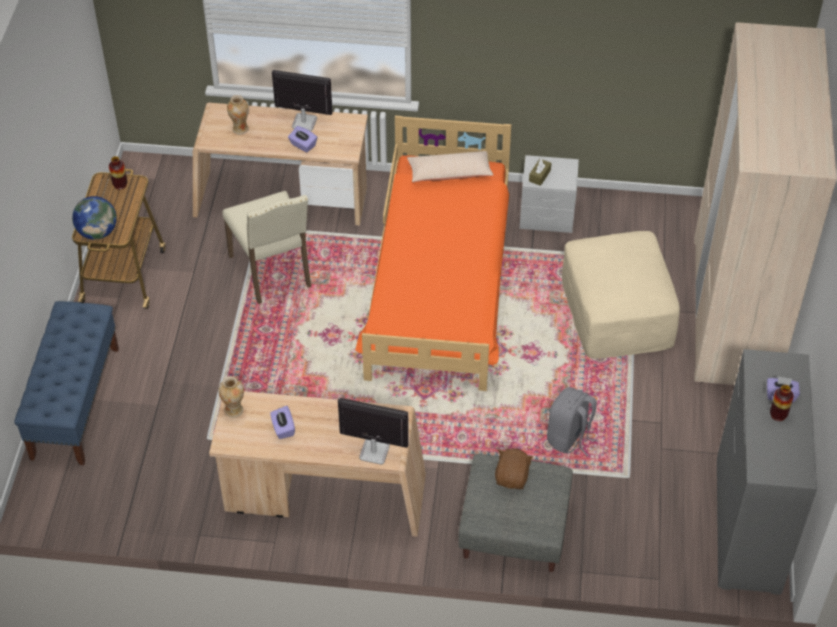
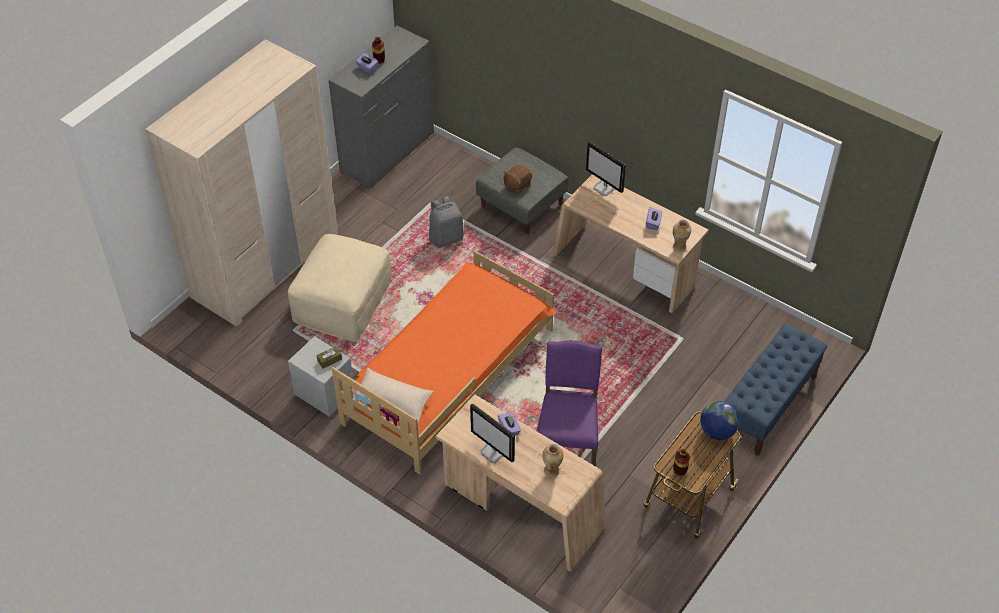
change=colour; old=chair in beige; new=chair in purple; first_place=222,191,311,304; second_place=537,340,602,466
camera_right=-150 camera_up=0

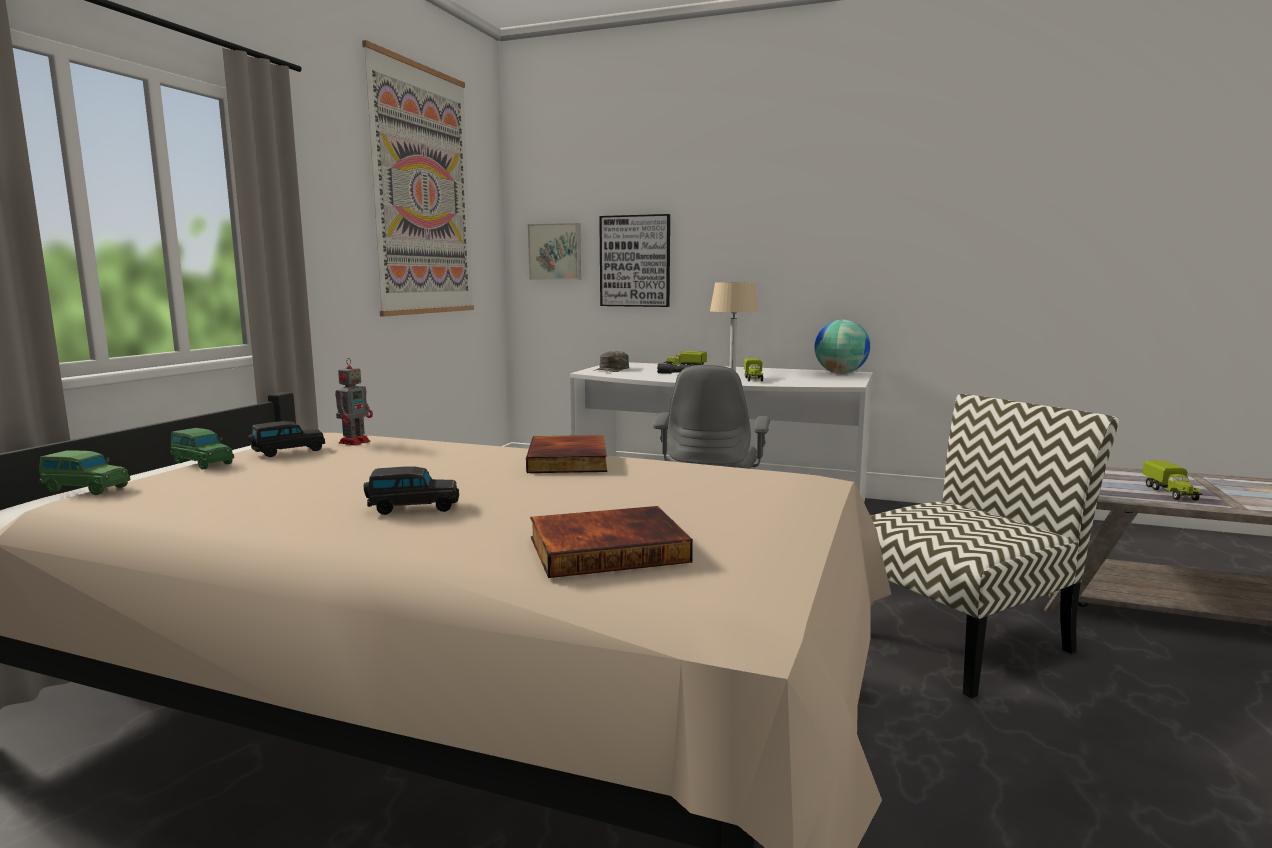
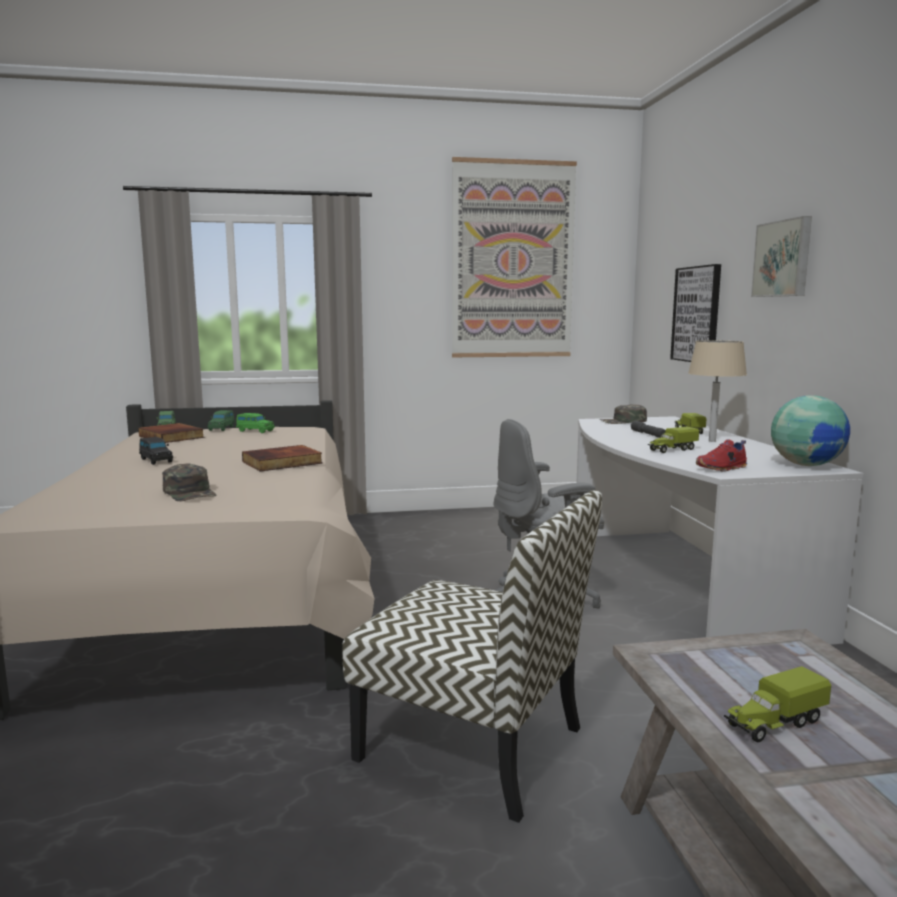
change=relocated; old=book; first_place=530,506,693,578; second_place=138,423,205,443
change=appeared; new=cap in green; second_place=162,463,216,501
change=colour; old=toy car in black; new=toy car in green; first_place=248,421,325,457; second_place=236,413,275,433
change=appeared; new=shoe in red; second_place=696,439,747,472
change=relocated; old=picture; first_place=528,223,581,280; second_place=751,216,812,297
change=missing; old=toy robot; first_place=335,358,373,445
camera_right=60 camera_up=0

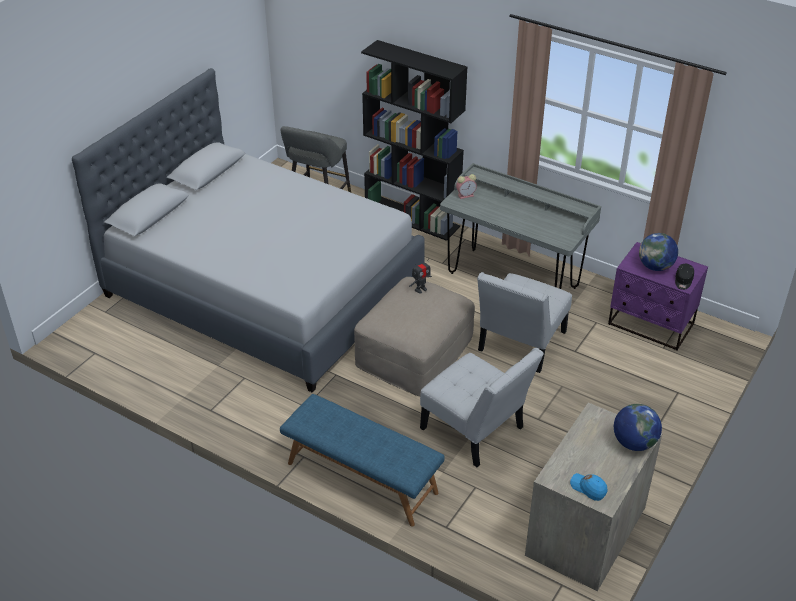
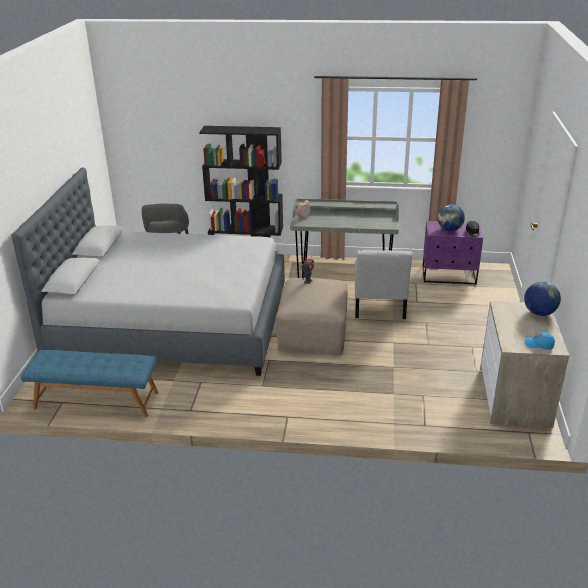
change=relocated; old=bench in blue; first_place=280,394,445,527; second_place=21,350,158,417
change=missing; old=chair in white; first_place=420,348,544,467
camera_right=-25 camera_up=-10

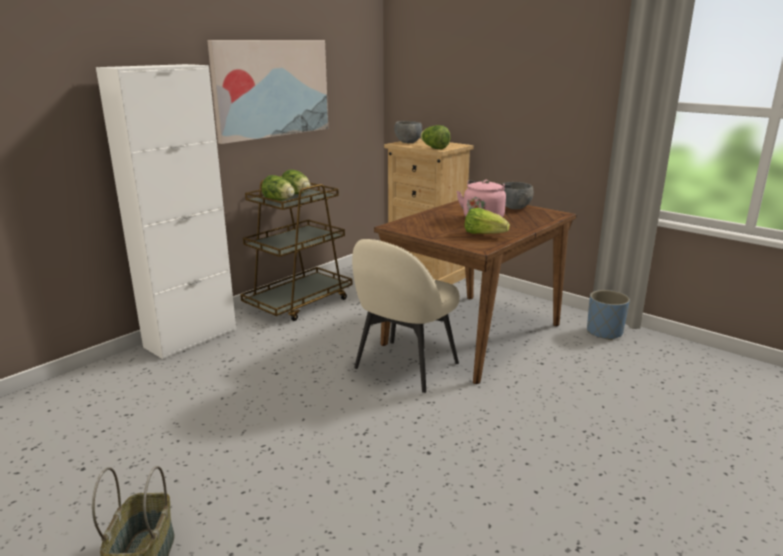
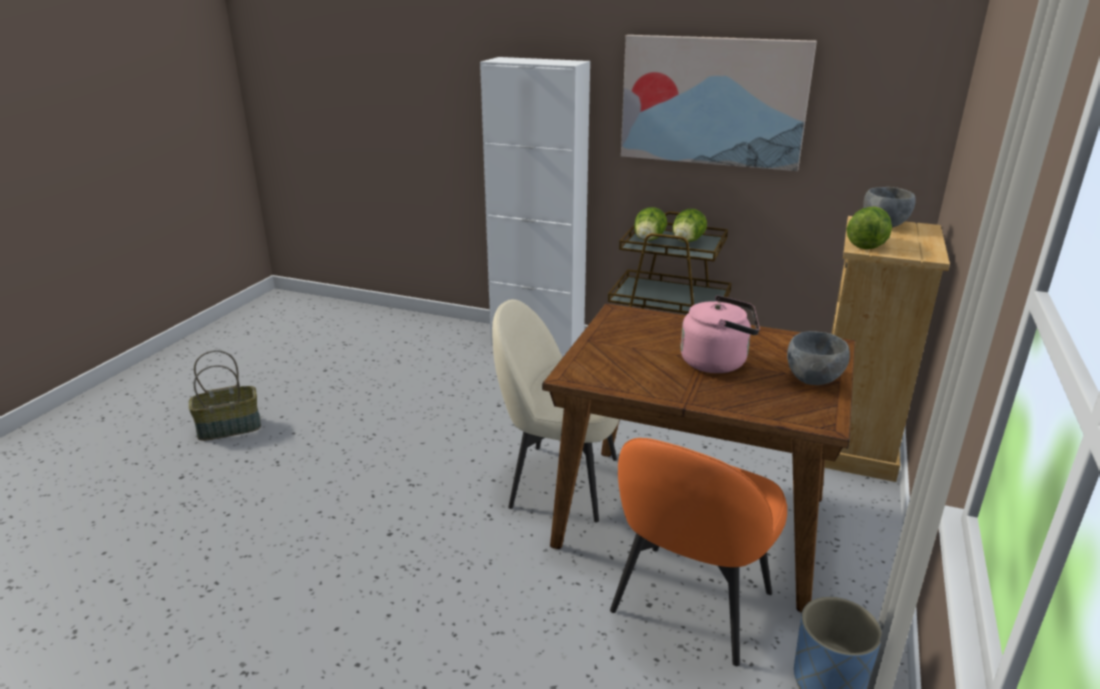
change=appeared; new=chair in orange; second_place=610,438,787,666
change=missing; old=lettuce; first_place=464,208,510,234
camera_right=70 camera_up=5

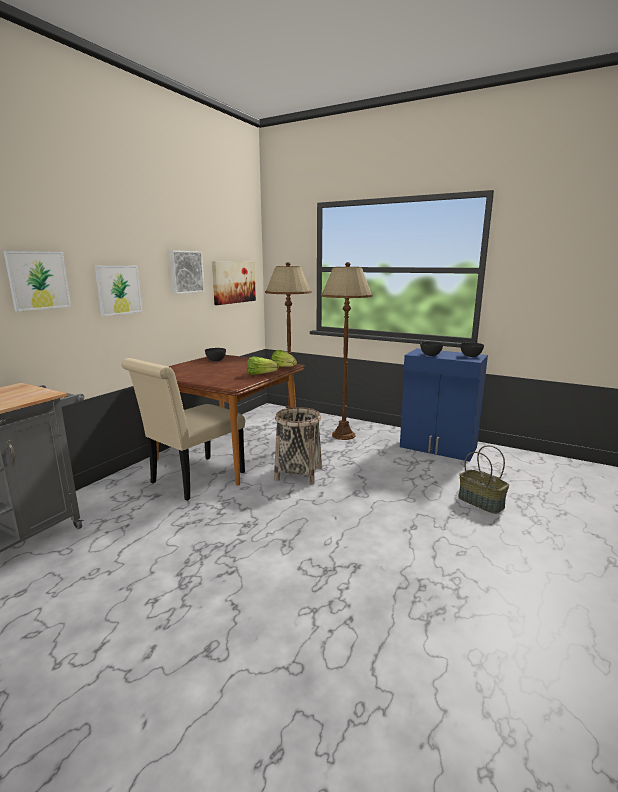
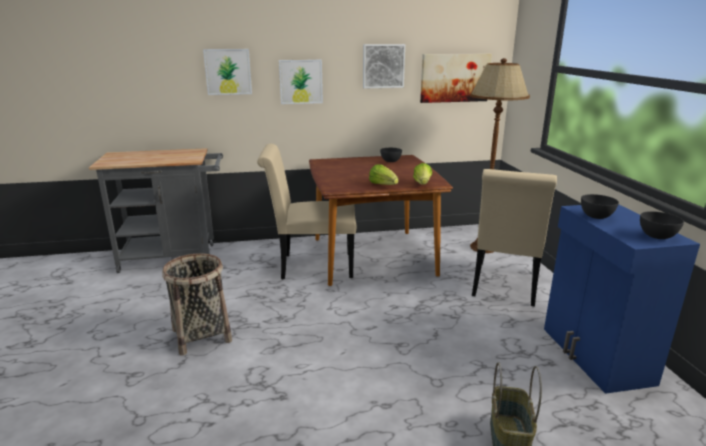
change=relocated; old=basket; first_place=274,407,322,485; second_place=162,253,232,355
change=exchanged; old=floor lamp in brown; new=chair in beige; first_place=321,262,373,440; second_place=472,169,557,307
camera_right=50 camera_up=5

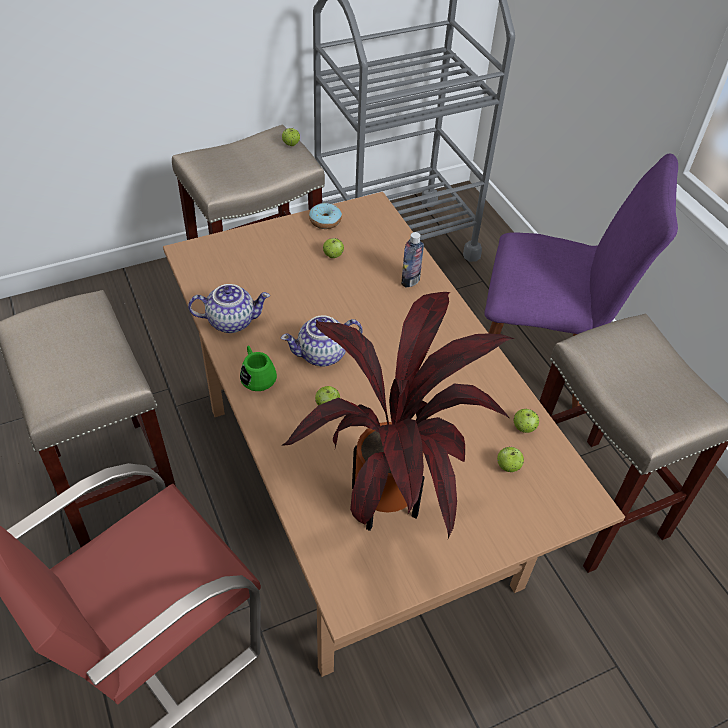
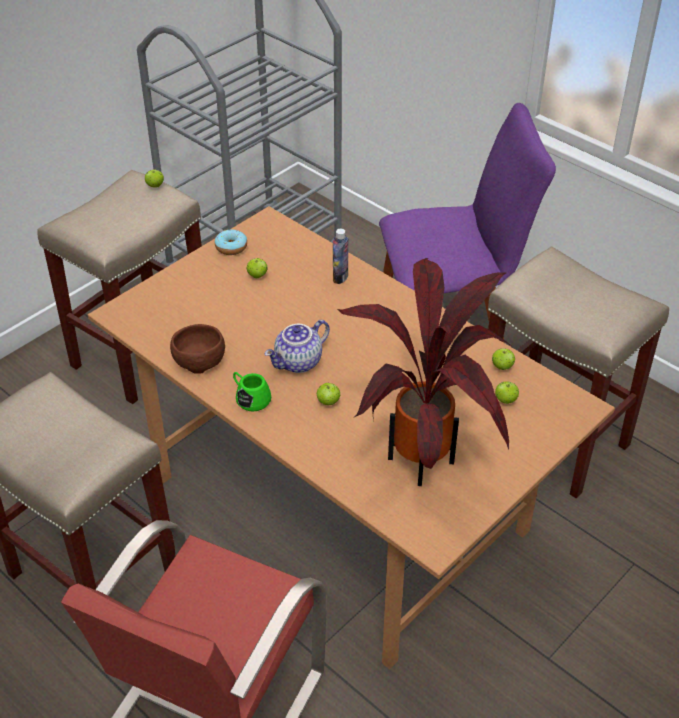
change=exchanged; old=teapot; new=bowl in brown; first_place=188,284,270,333; second_place=170,324,225,374
camera_right=-20 camera_up=-5

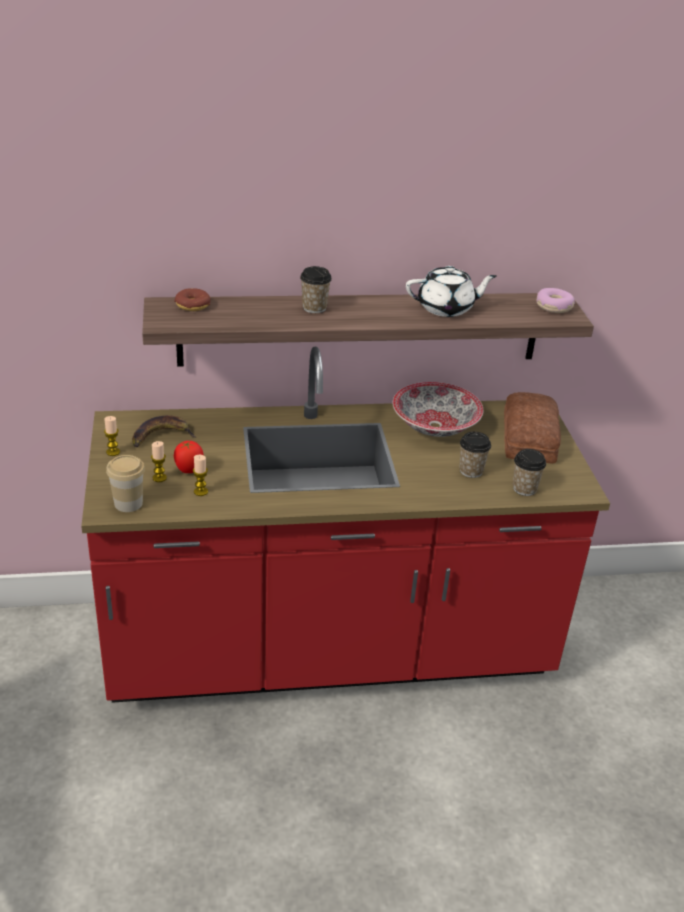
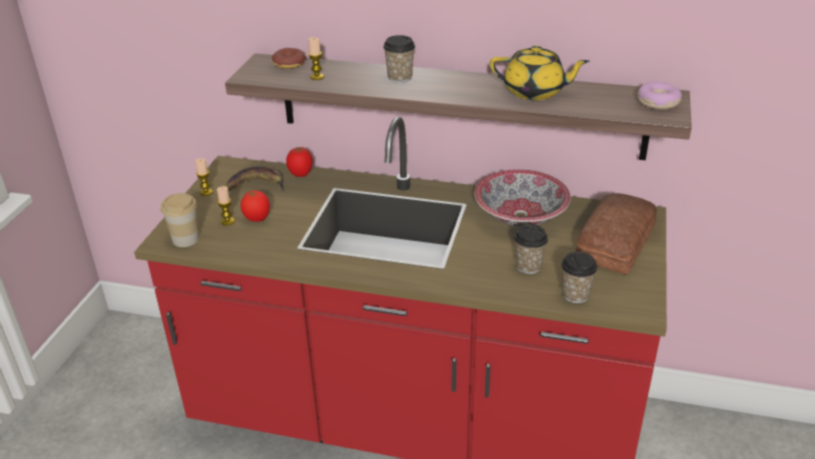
change=appeared; new=tomato; second_place=286,147,313,177
change=relocated; old=candle; first_place=193,455,208,496; second_place=308,37,324,80
change=colour; old=teapot in white; new=teapot in yellow; first_place=406,266,497,317; second_place=490,46,589,100
camera_right=25 camera_up=0

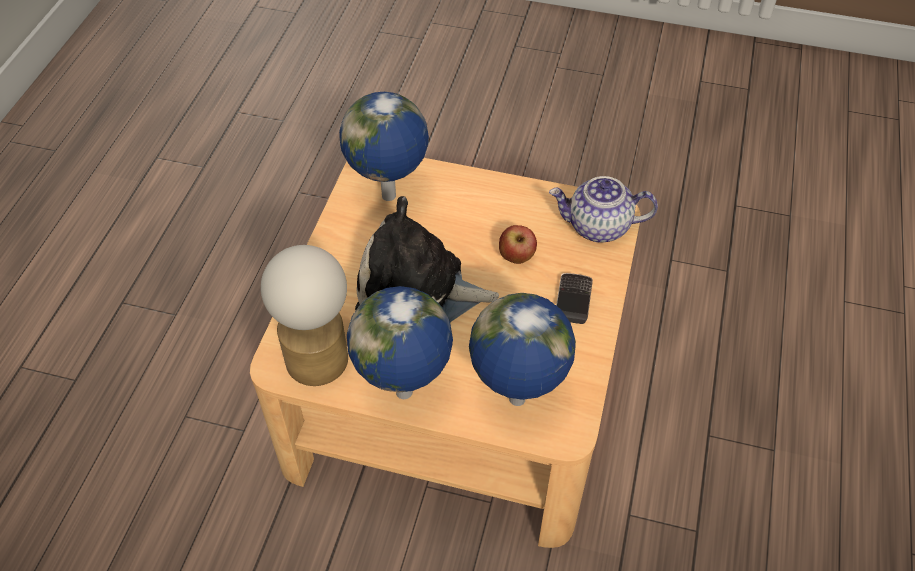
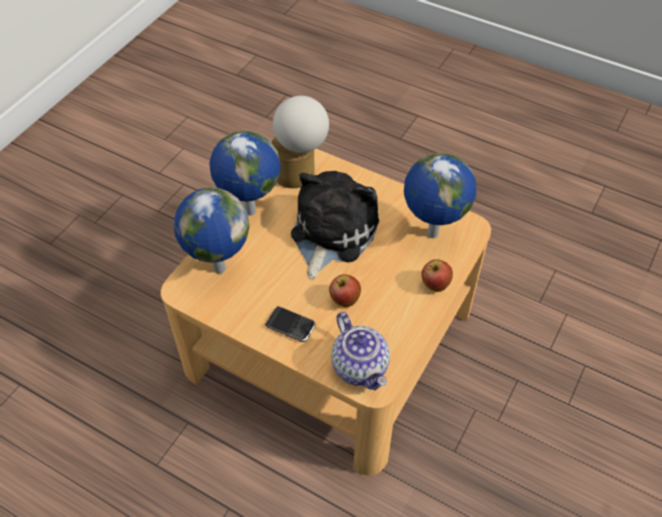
change=spun; old=teapot; first_place=549,176,658,243; second_place=331,312,390,390; degrees=135
change=appeared; new=apple; second_place=421,259,453,292
camera_right=105 camera_up=0

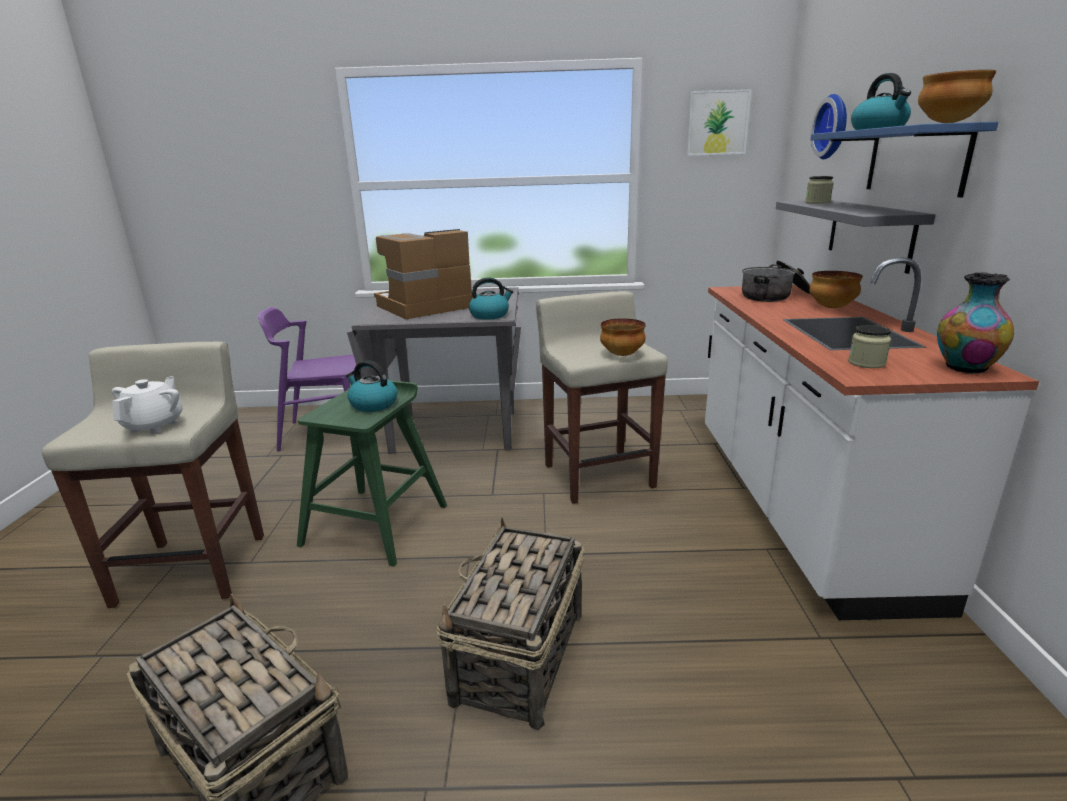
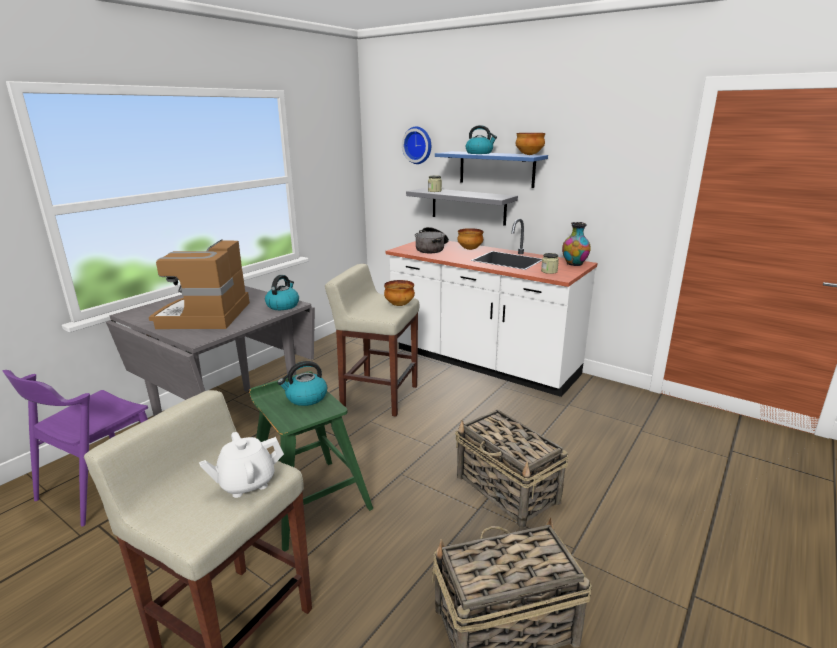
change=spun; old=teapot in white; first_place=112,377,183,434; second_place=199,432,284,498; degrees=-75
change=missing; old=picture; first_place=687,89,752,156
camera_right=-55 camera_up=0

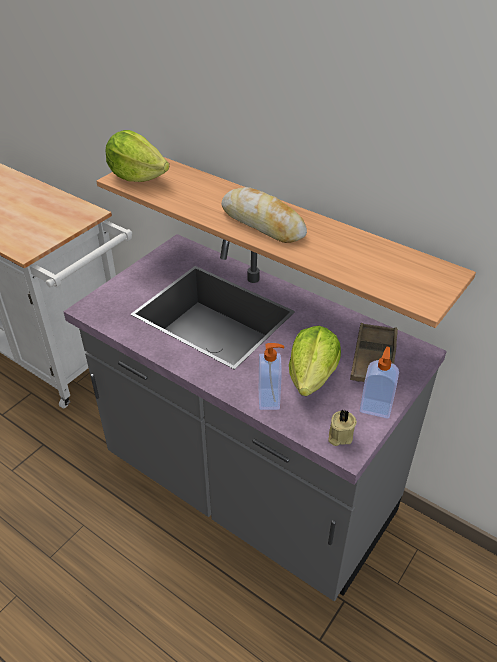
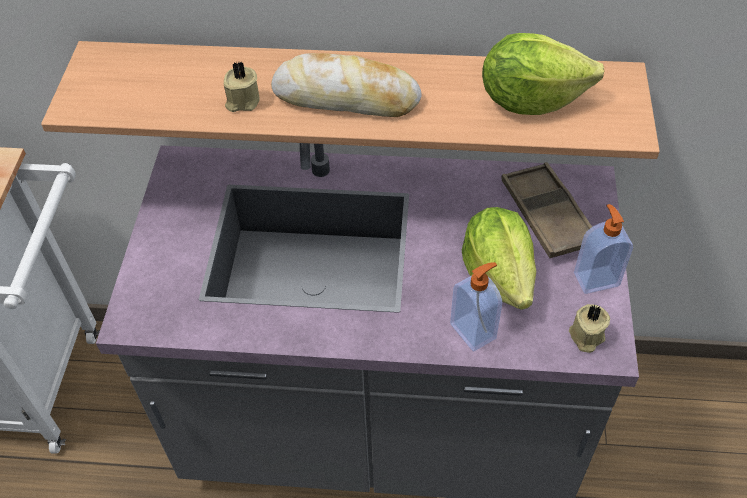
change=appeared; new=candle in beige; second_place=224,61,260,112
change=relocated; old=lettuce; first_place=105,130,169,182; second_place=482,33,604,115
camera_right=-30 camera_up=10

